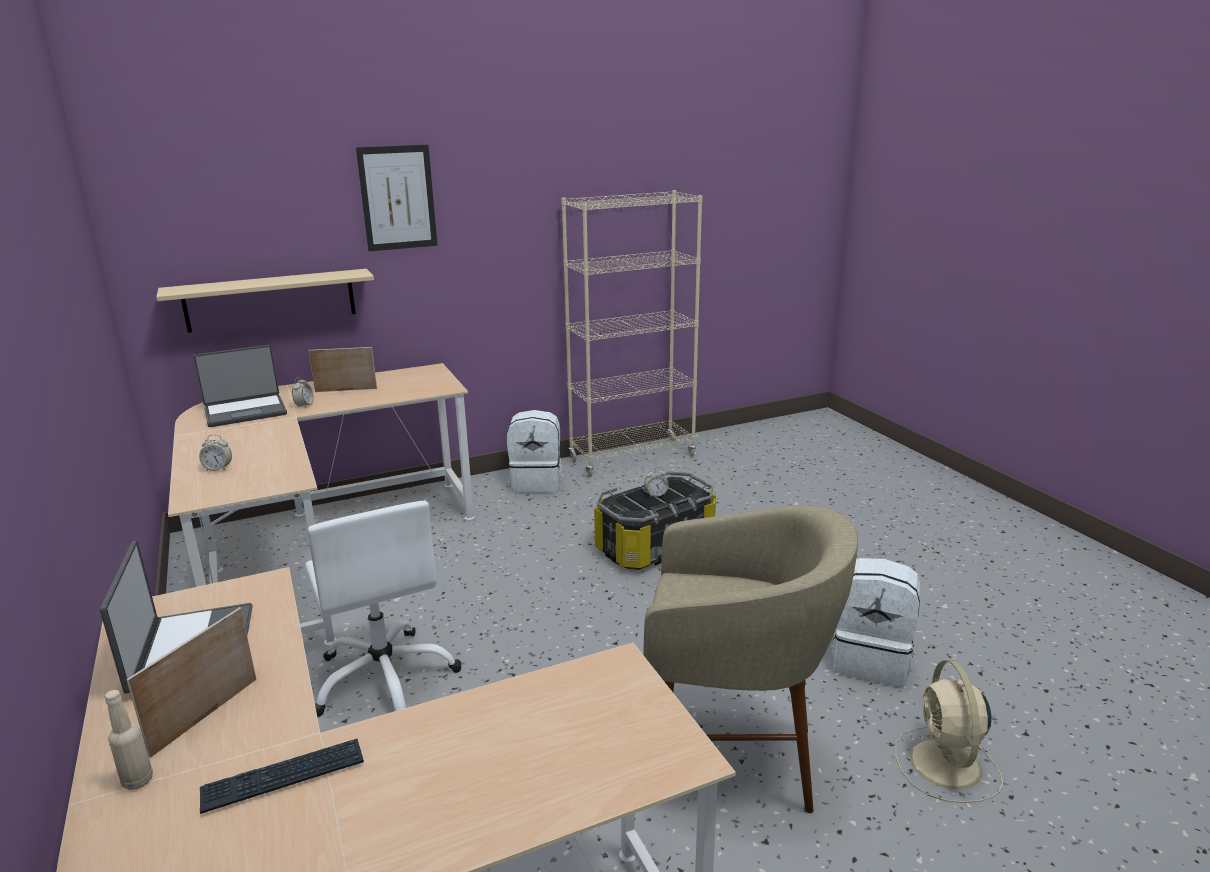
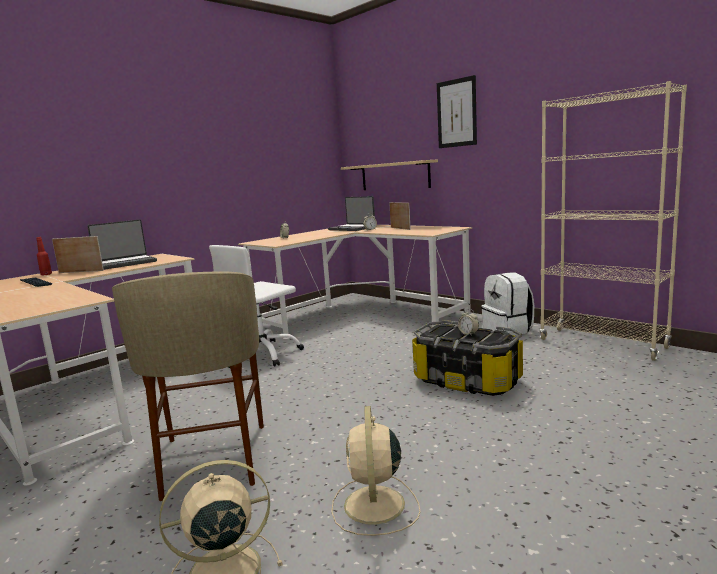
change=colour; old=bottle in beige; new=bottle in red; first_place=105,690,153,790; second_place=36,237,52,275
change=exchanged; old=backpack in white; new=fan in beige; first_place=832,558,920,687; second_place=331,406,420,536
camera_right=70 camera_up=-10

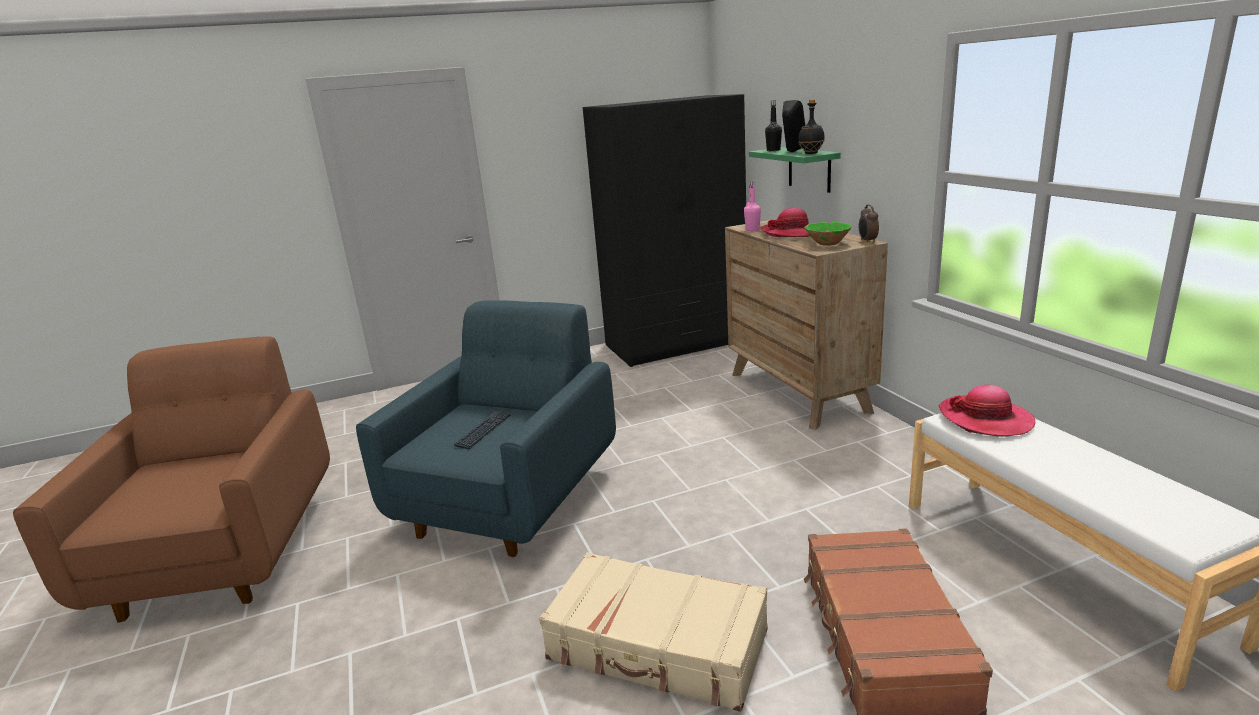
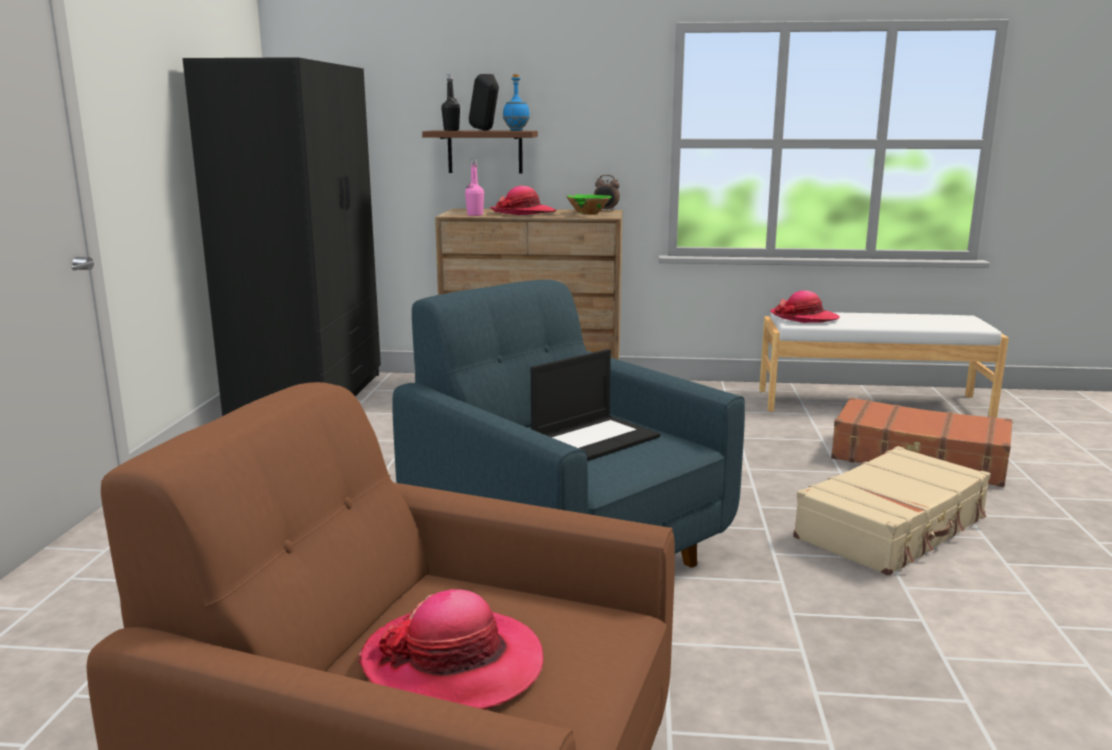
change=appeared; new=hat; second_place=358,589,544,710
change=colour; old=shelf in green; new=shelf in brown; first_place=749,147,841,193; second_place=422,130,538,173
change=colour; old=bottle in black; new=bottle in blue; first_place=798,100,825,154; second_place=503,74,530,131
change=exchanged; old=keyboard; new=laptop; first_place=454,411,511,449; second_place=531,349,660,461
camera_right=-65 camera_up=-5

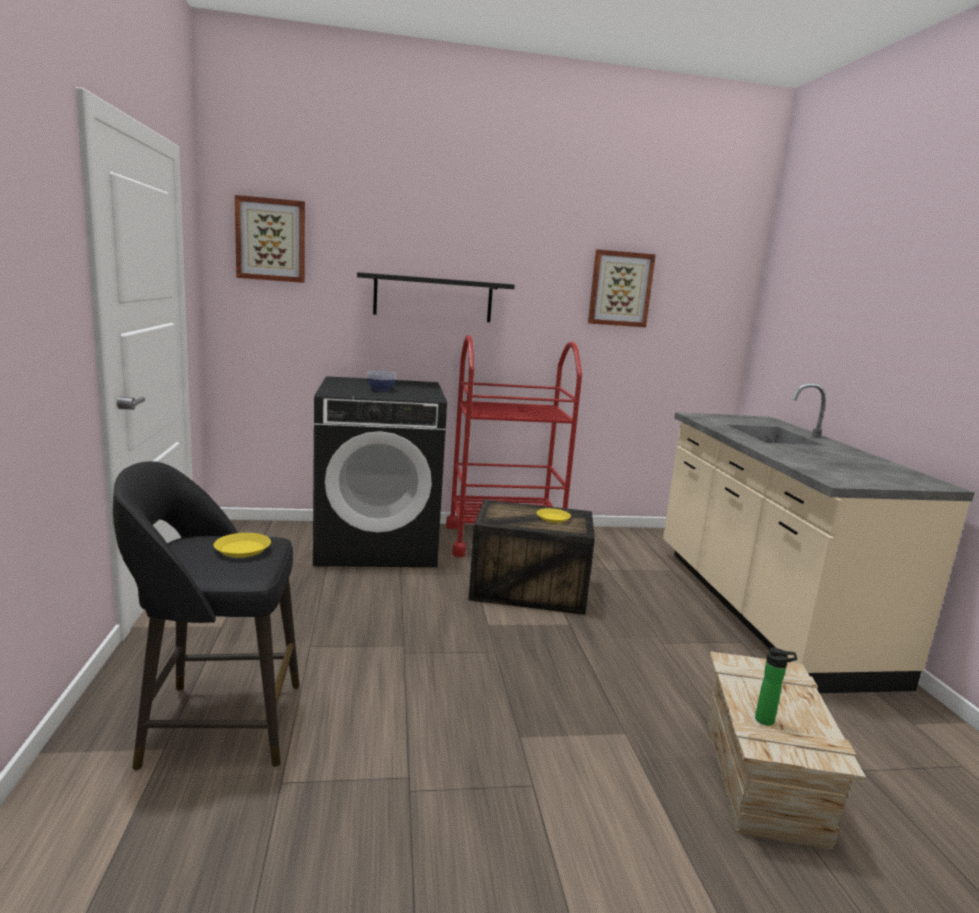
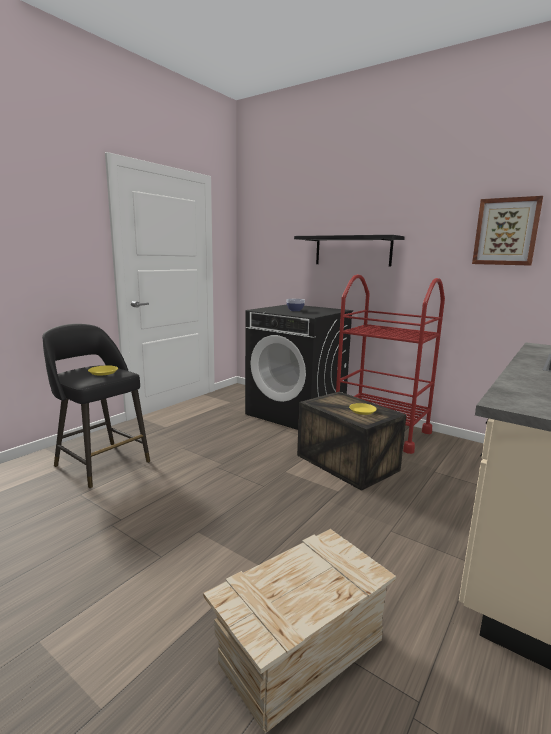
change=missing; old=picture; first_place=235,195,305,283
change=missing; old=bottle; first_place=755,647,797,726
camera_right=45 camera_up=0

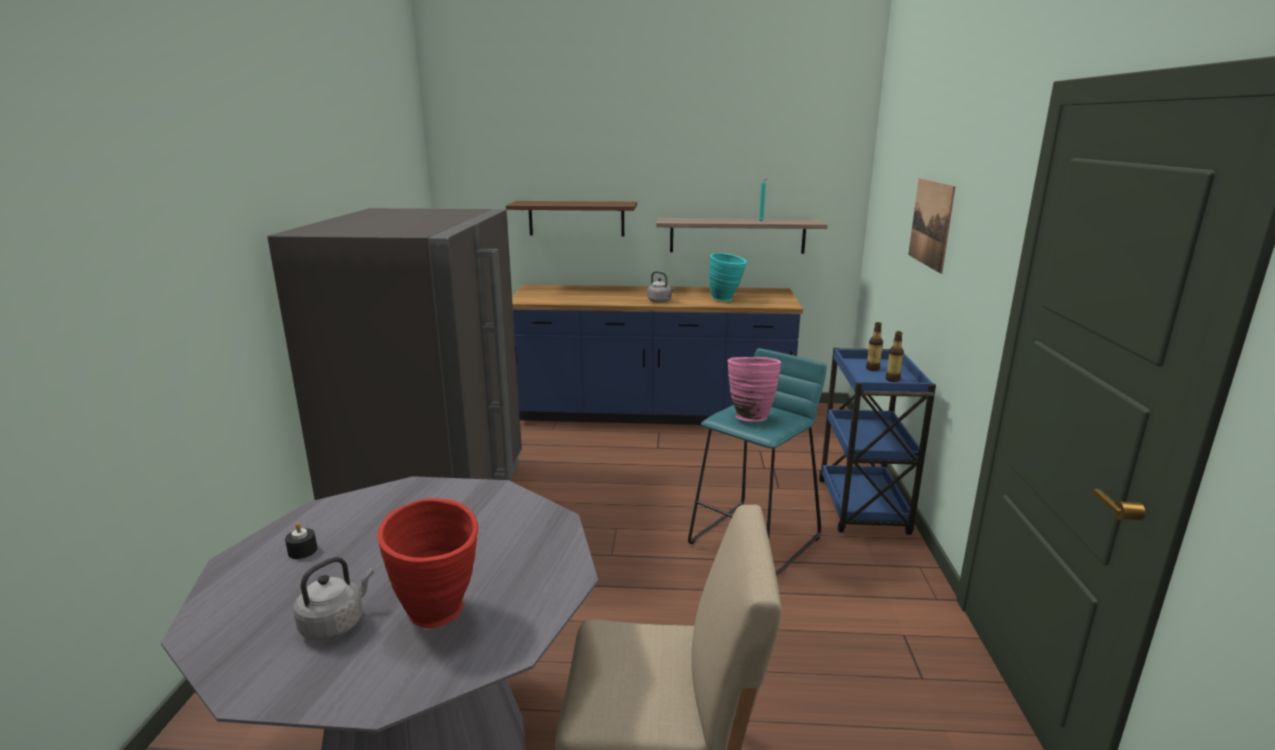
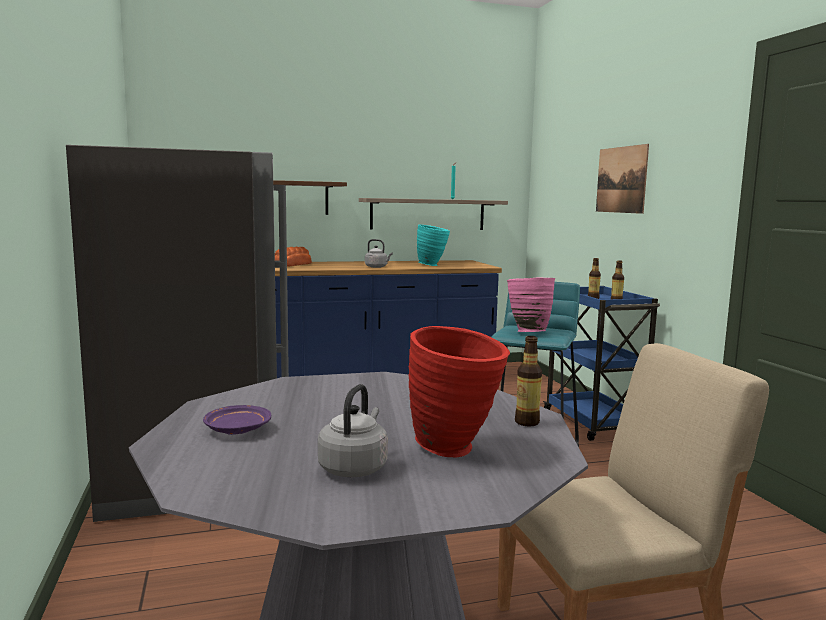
change=exchanged; old=candle in black; new=plate in purple; first_place=285,523,317,559; second_place=203,405,271,435
change=appeared; new=bread; second_place=275,247,312,267
change=appeared; new=bottle; second_place=515,336,542,427
camera_right=-20 camera_up=-10

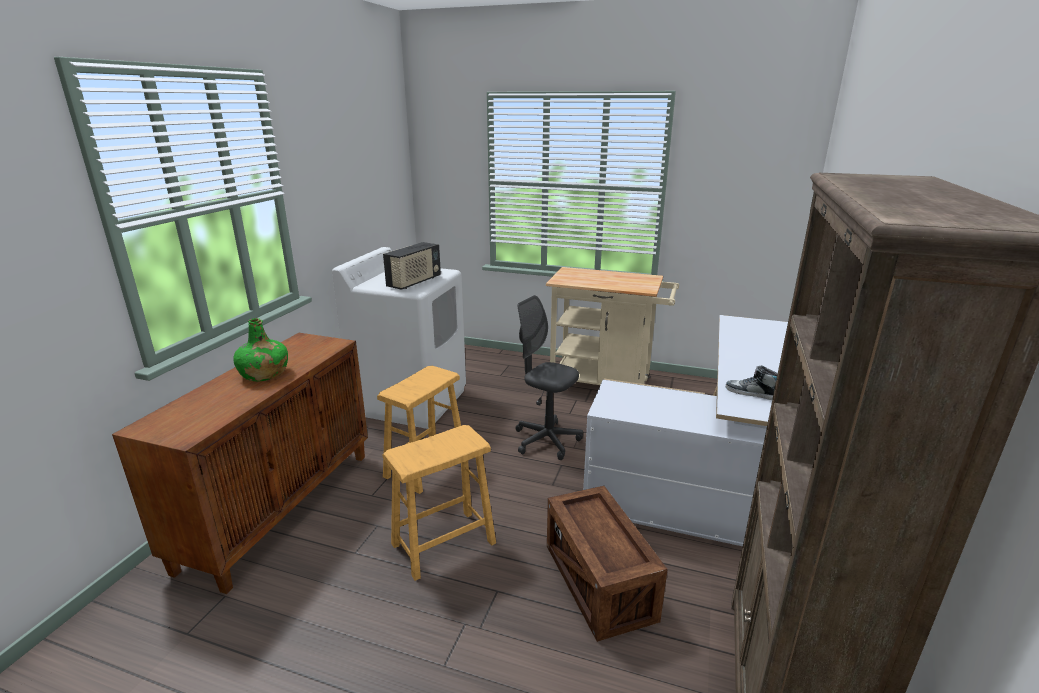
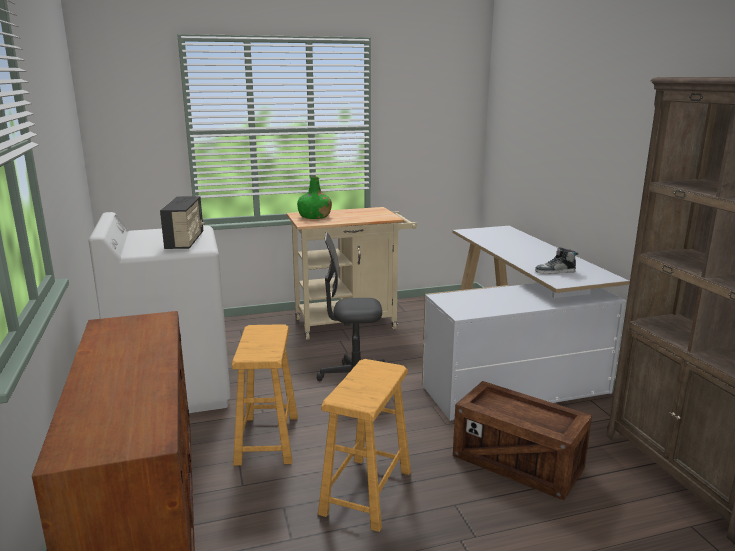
change=relocated; old=bottle in green; first_place=233,318,288,381; second_place=297,176,332,219
camera_right=-35 camera_up=-5

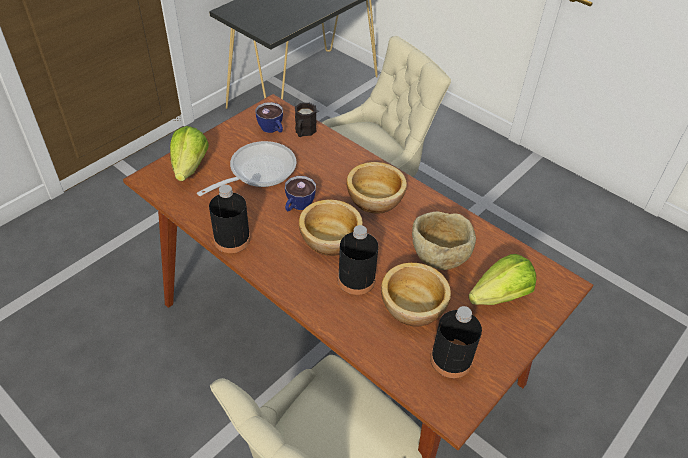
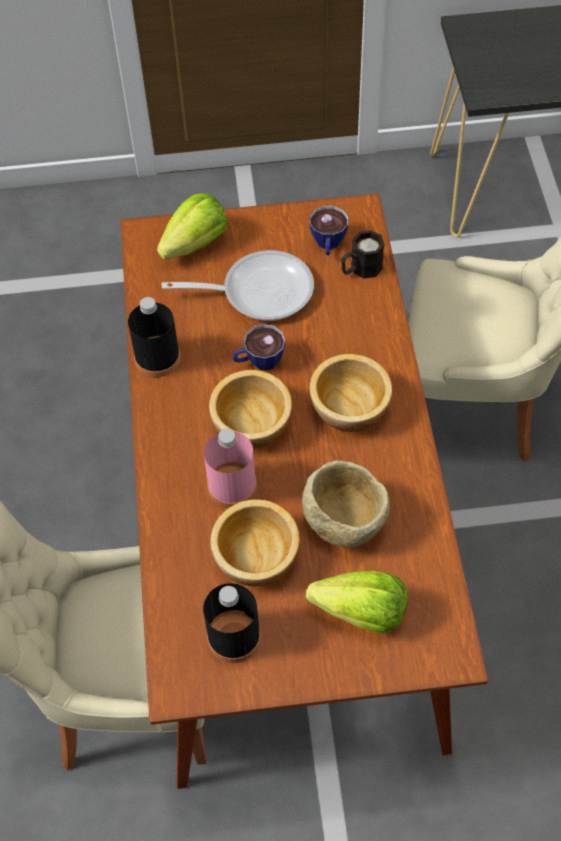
change=colour; old=bottle in black; new=bottle in pink; first_place=338,225,378,295; second_place=204,429,257,508
camera_right=45 camera_up=10

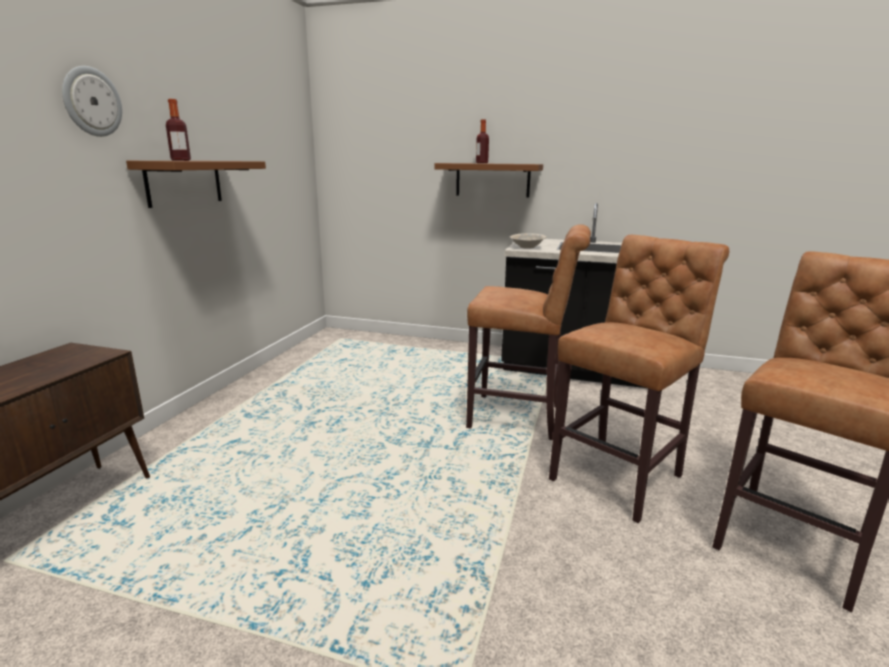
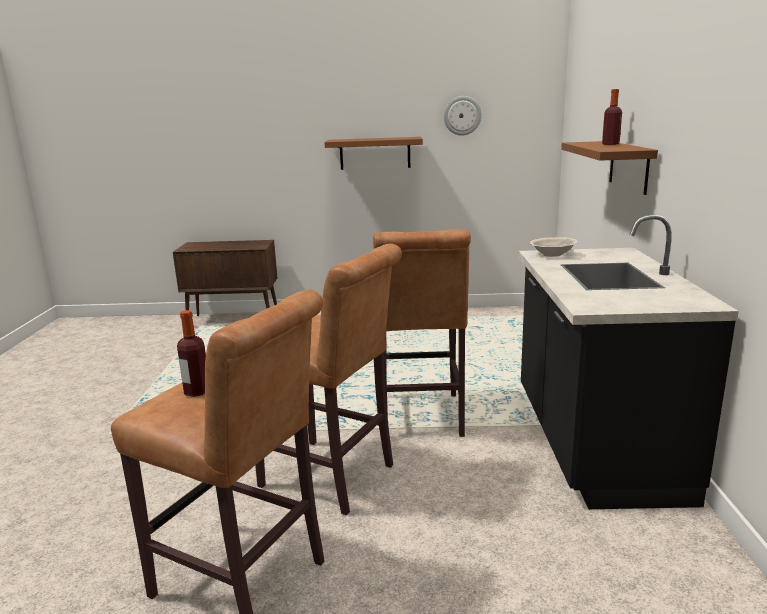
change=relocated; old=bottle; first_place=166,99,191,161; second_place=177,310,206,397
change=relocated; old=wall clock; first_place=62,66,122,137; second_place=444,96,482,135
camera_right=75 camera_up=0

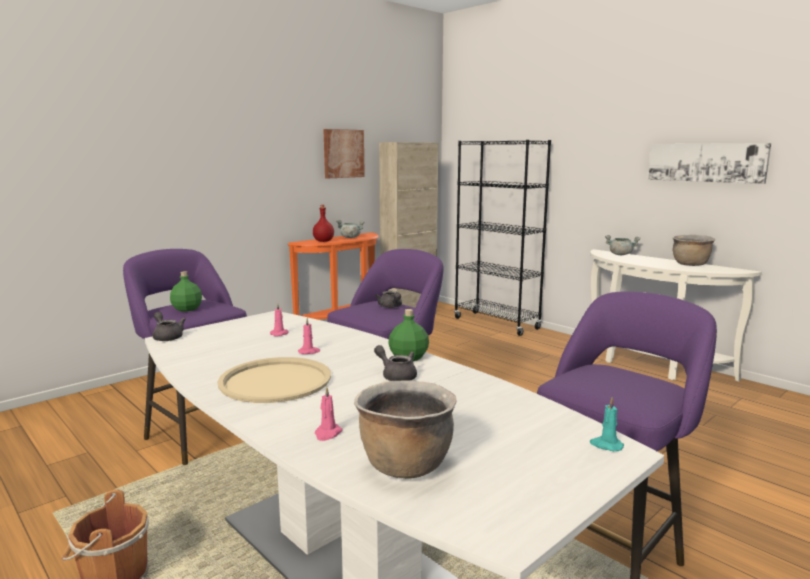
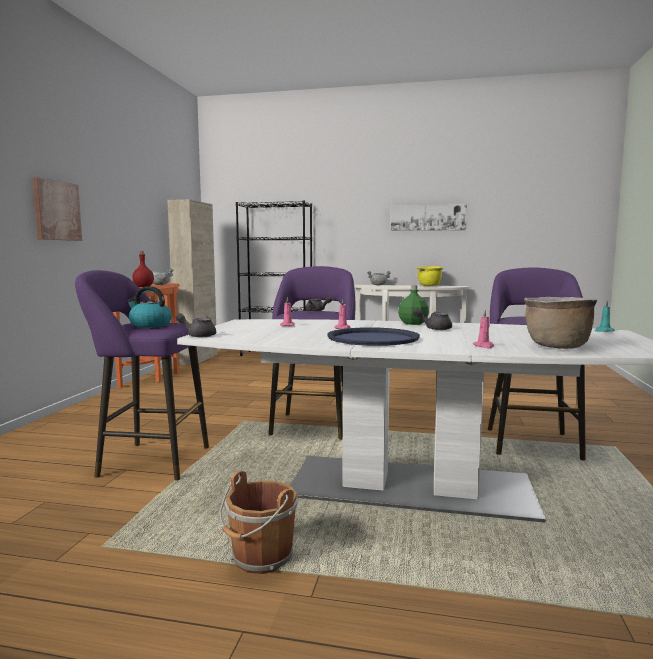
change=relocated; old=picture; first_place=323,129,365,178; second_place=33,177,82,241
change=exchanged; old=bottle in green; new=kettle; first_place=170,271,202,311; second_place=127,286,172,328
change=colour; old=tray in beige; new=tray in blue; first_place=217,357,331,403; second_place=328,327,420,346
change=colour; old=cooking pot in brown; new=cooking pot in yellow; first_place=673,235,715,266; second_place=417,266,443,286
camera_right=-35 camera_up=-5

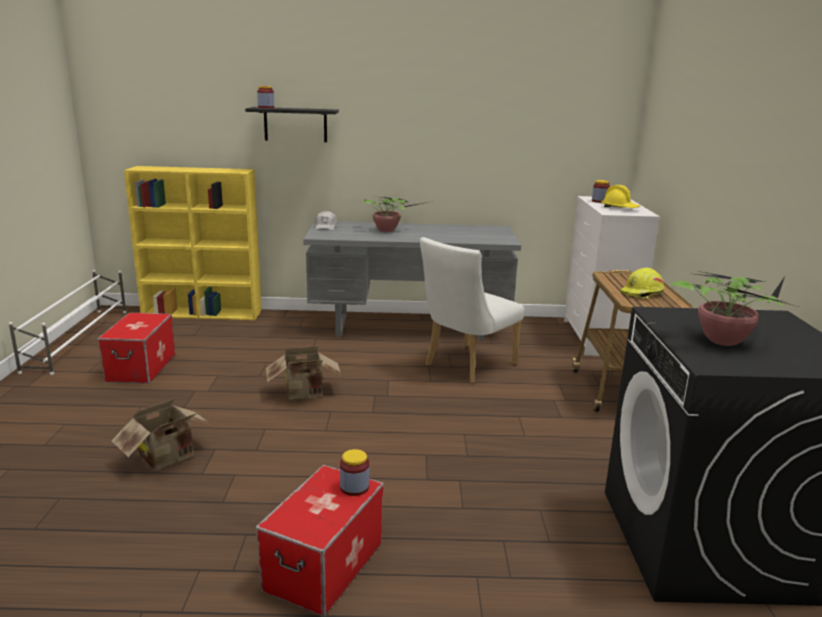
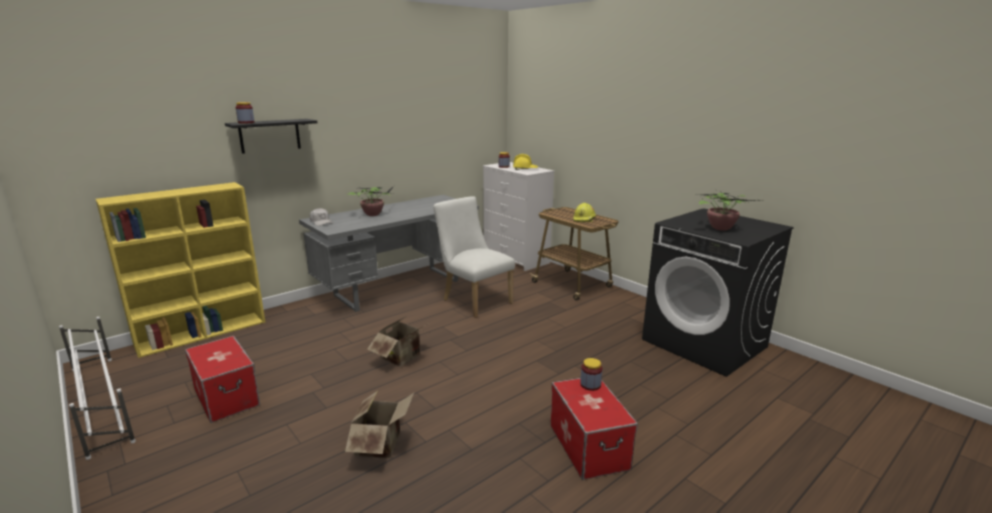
change=spun; old=chair in white; first_place=420,237,524,384; second_place=433,196,515,318; degrees=135
camera_right=-40 camera_up=0

